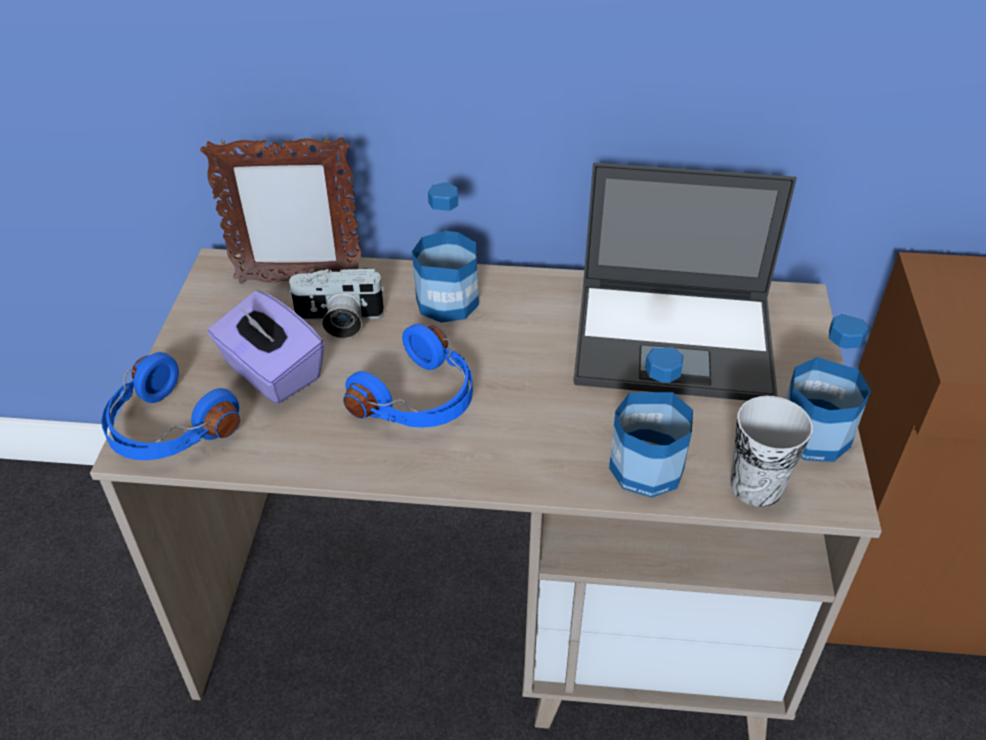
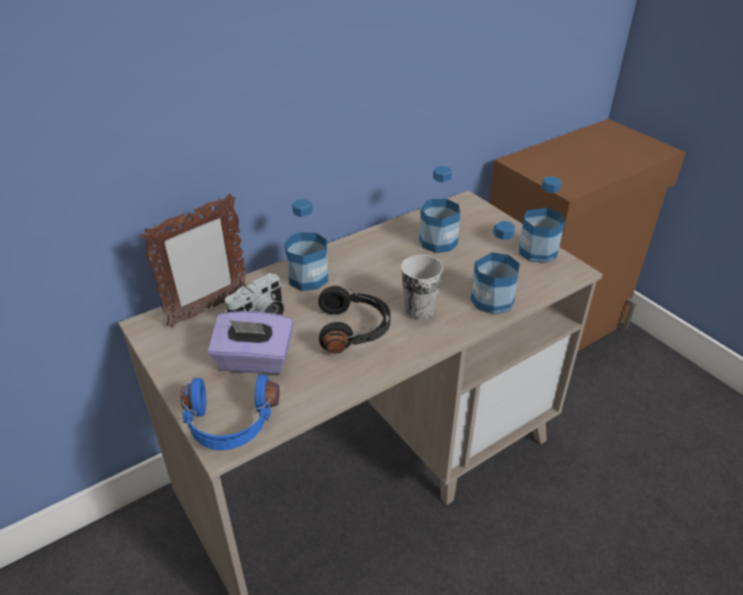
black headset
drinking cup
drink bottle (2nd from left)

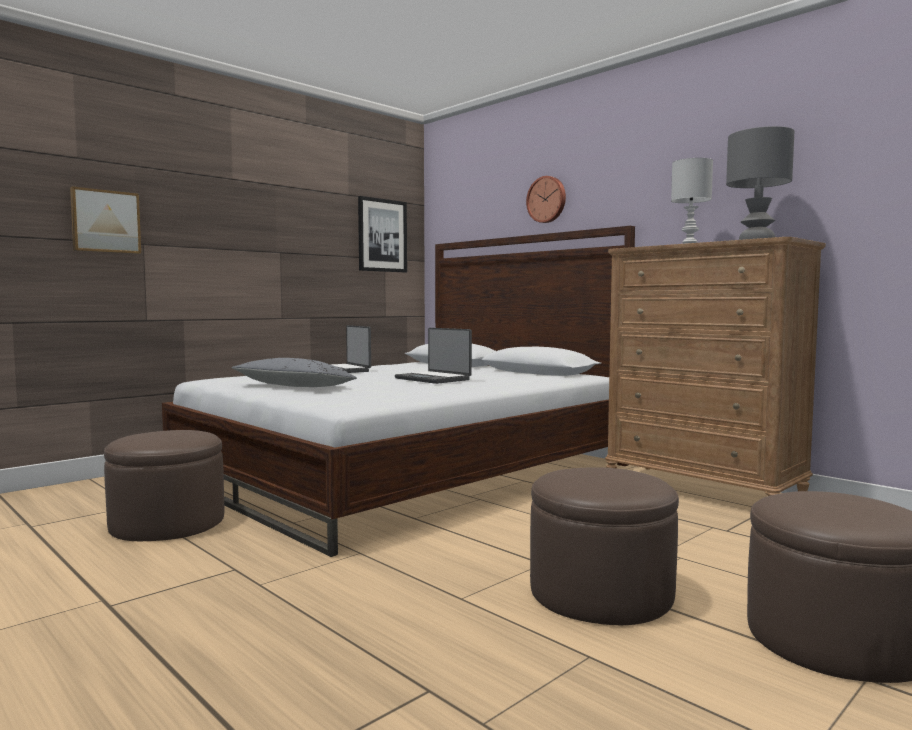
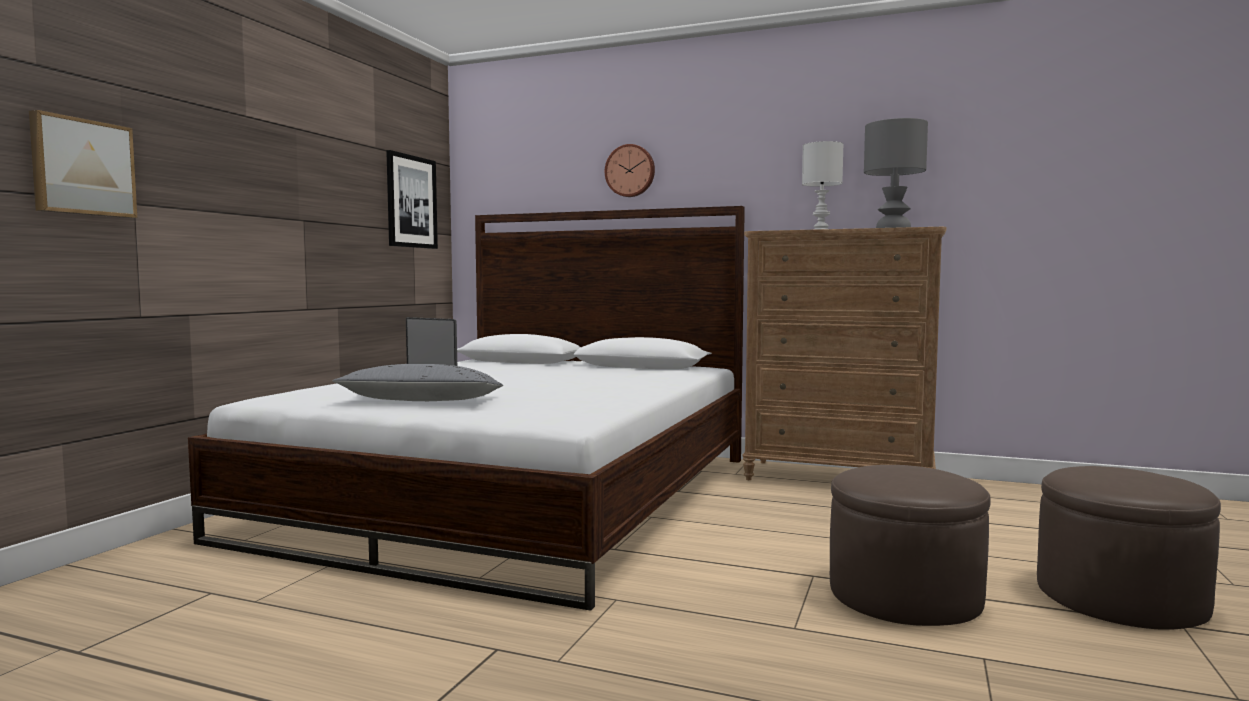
brownish pouffe (1st from left in the first image)
laptop (2nd from left in the first image)

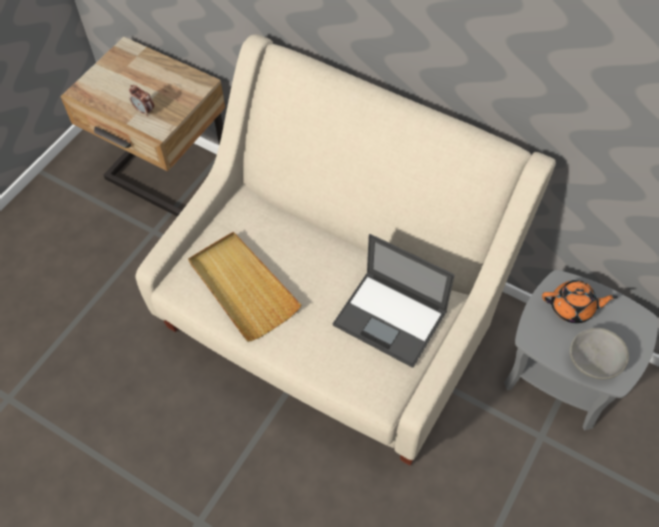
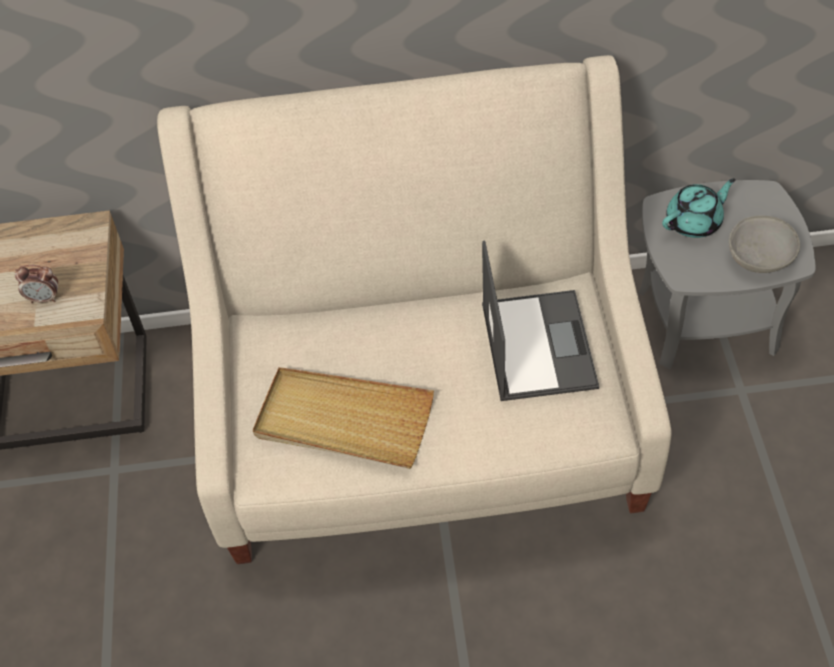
laptop
turquoise-coloured teapot

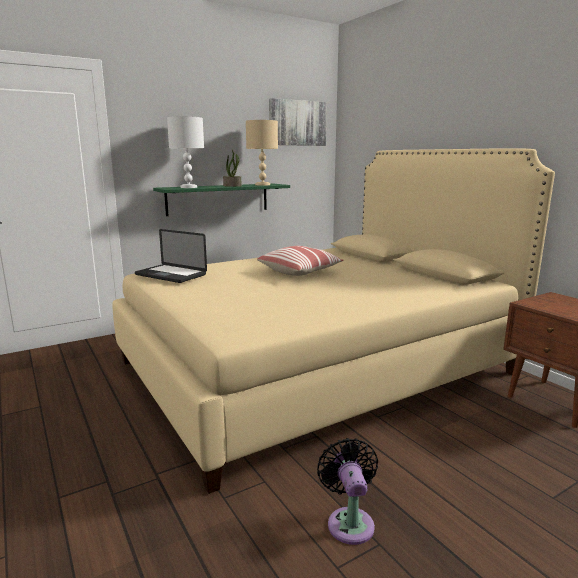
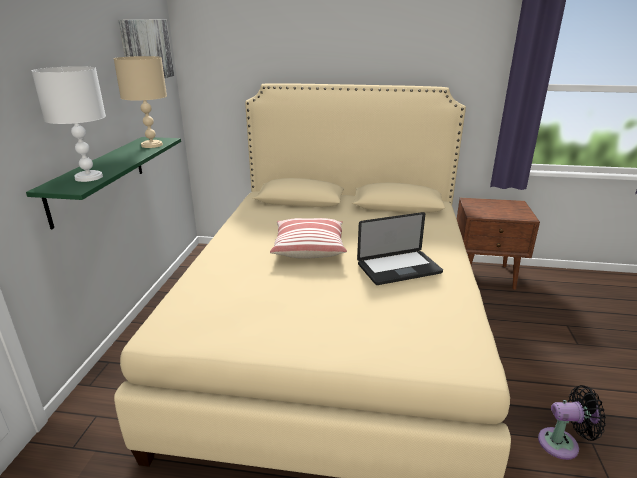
laptop
black electric fan
houseplant

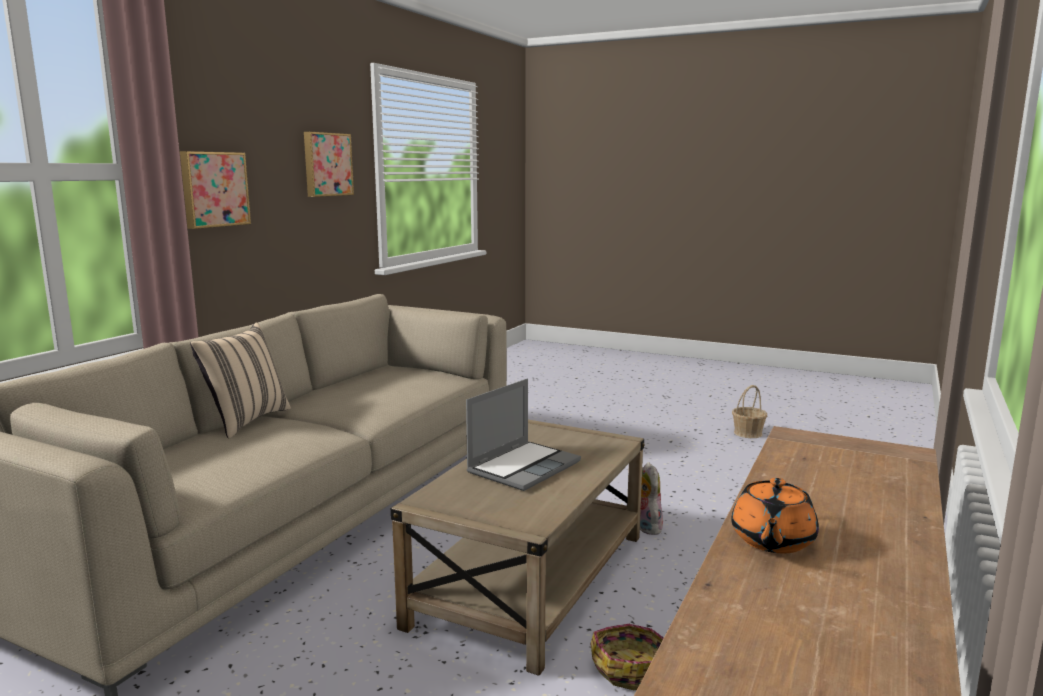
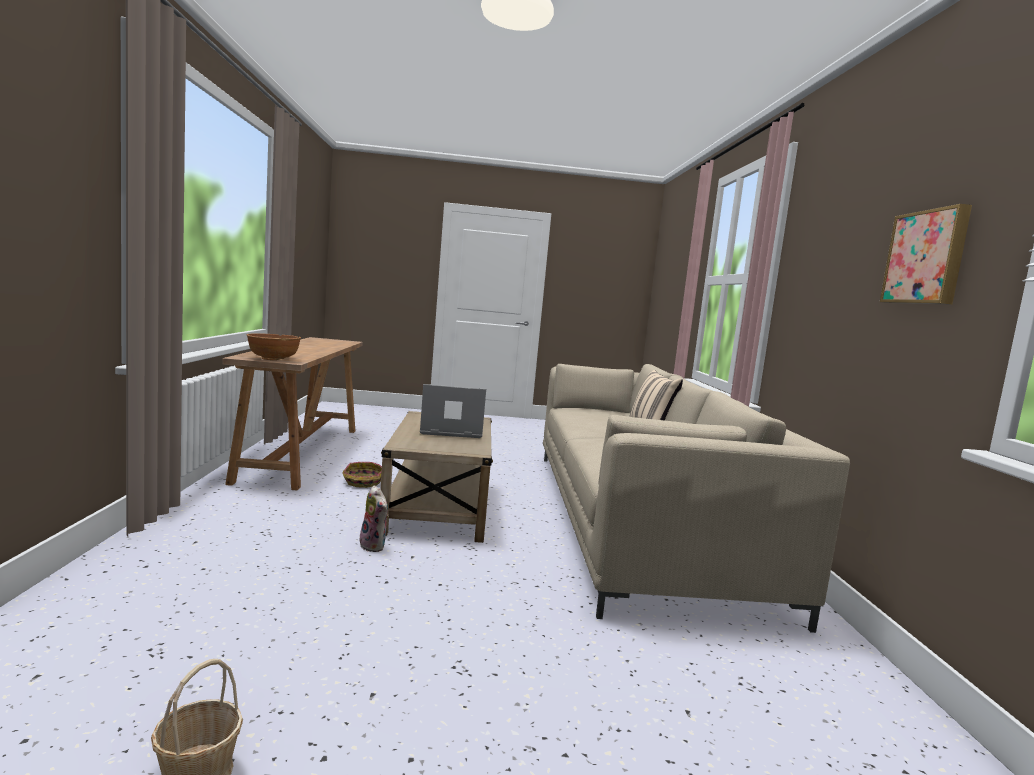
brownish deep dish
laptop
wall picture (1st from left in the first image)
orangey teapot

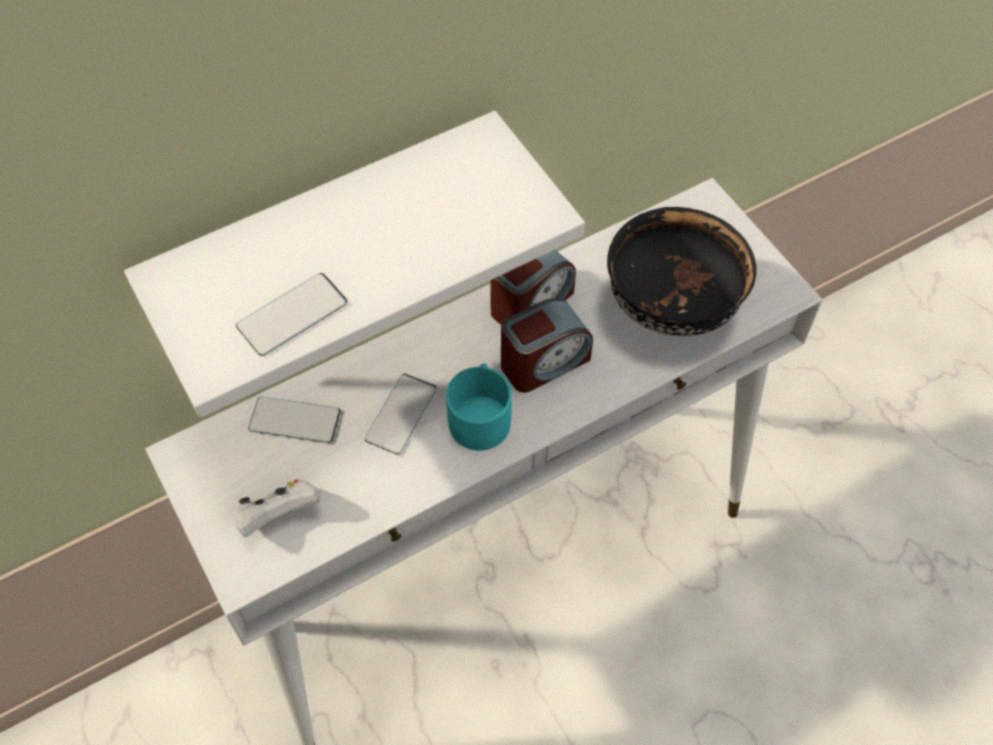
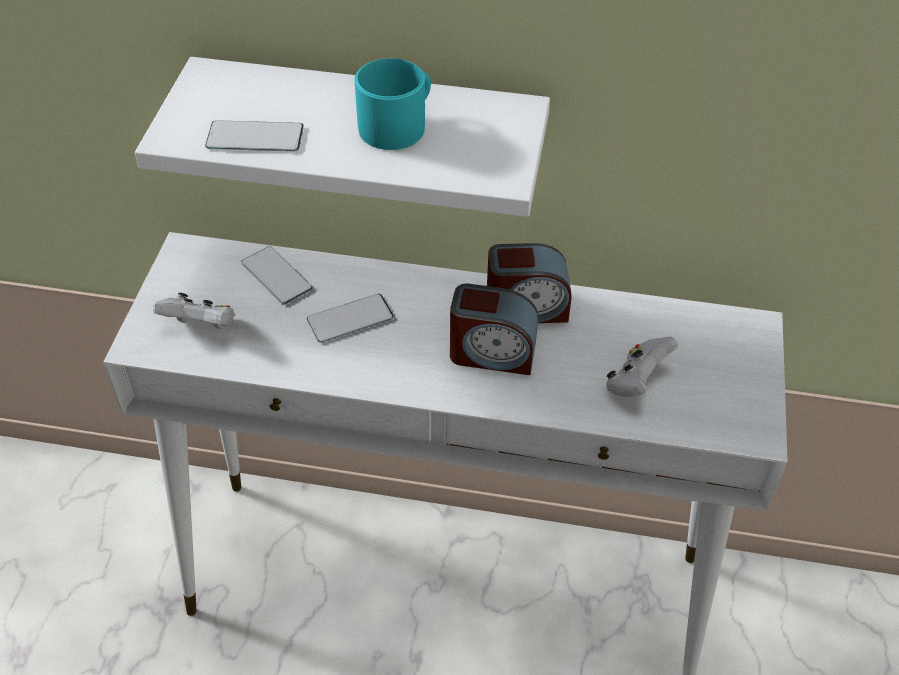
turquoise-coloured tea mug
white gamepad (2nd from left)

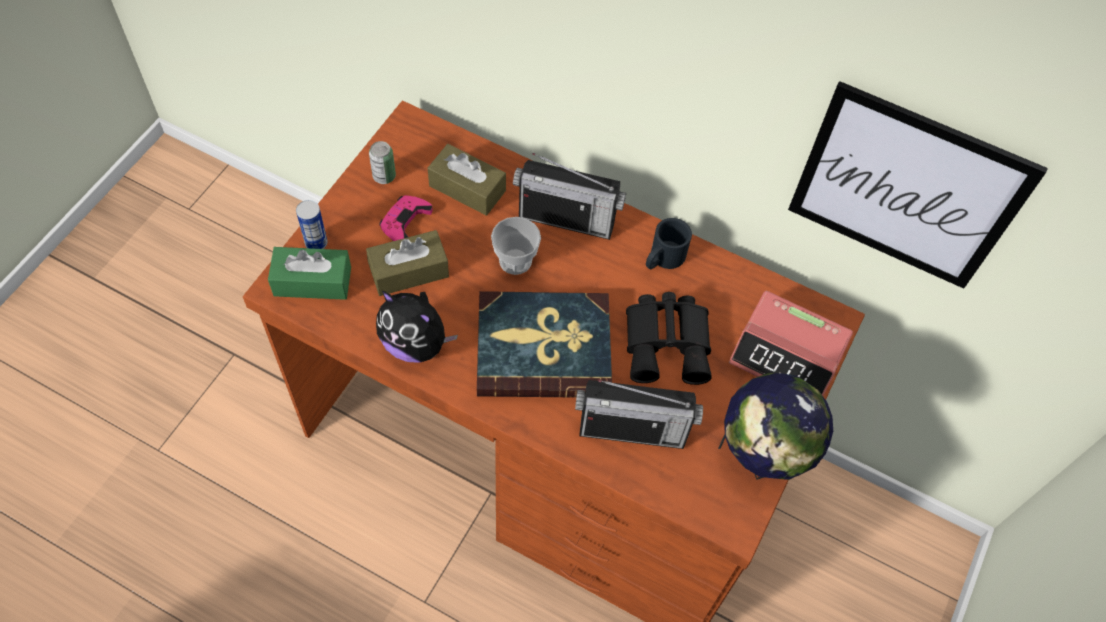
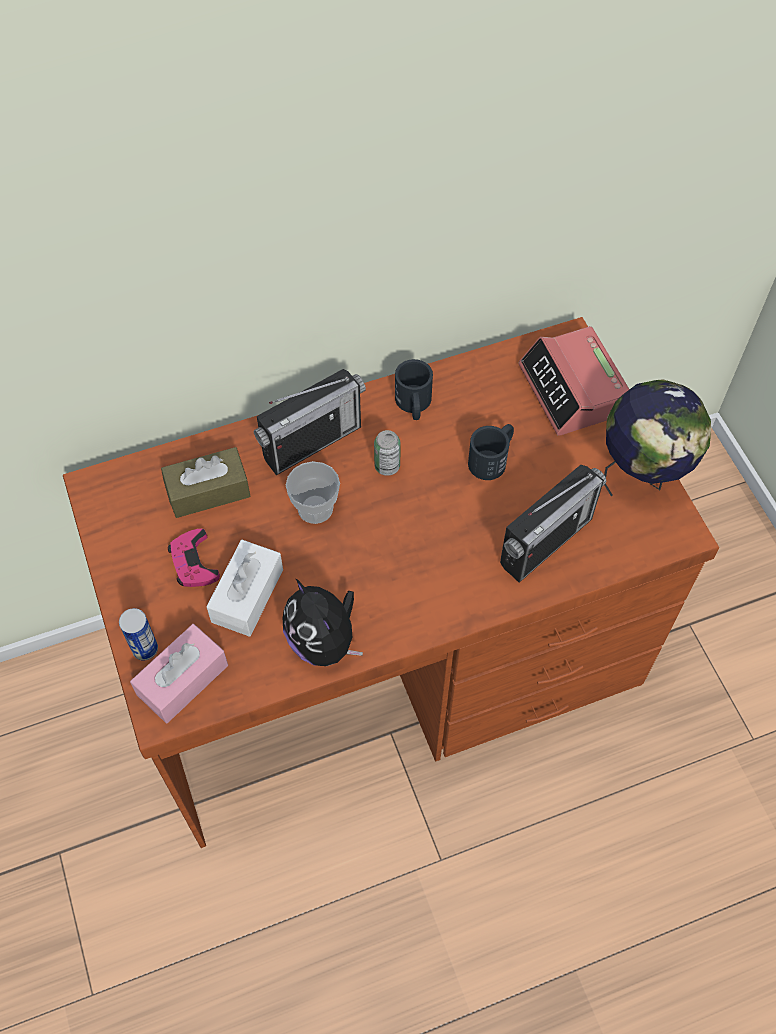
pink-coloured tissue holder
white tissue holder
plush toy
can (2nd from left)
black tea mug (2nd from left)
alarm clock
bound book
wall picture

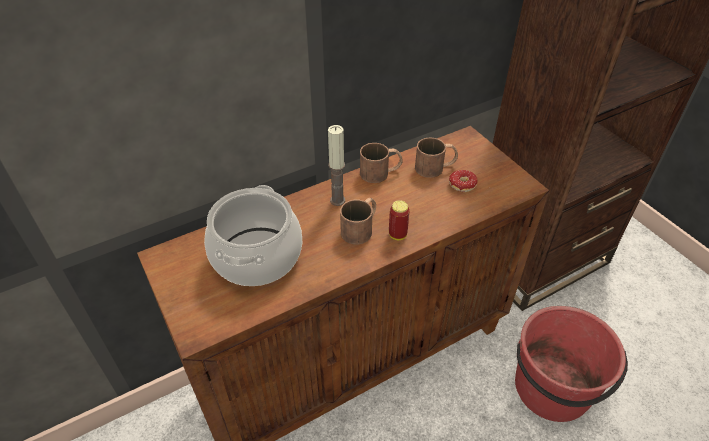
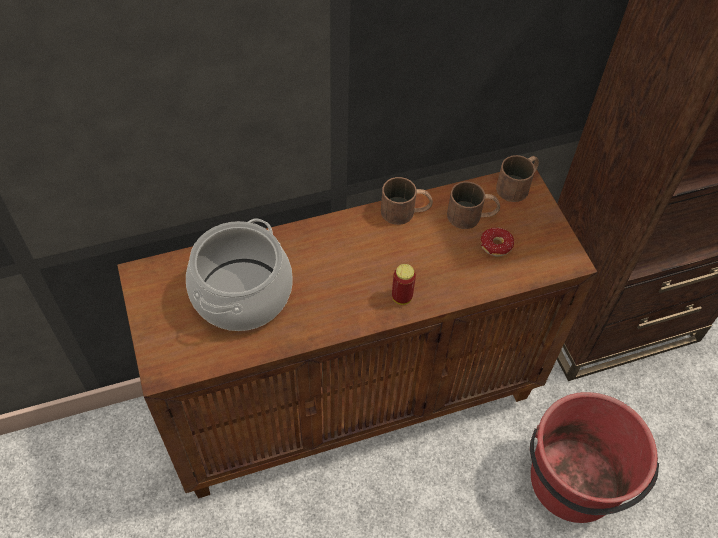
brownish tea mug (3rd from left)
wax light

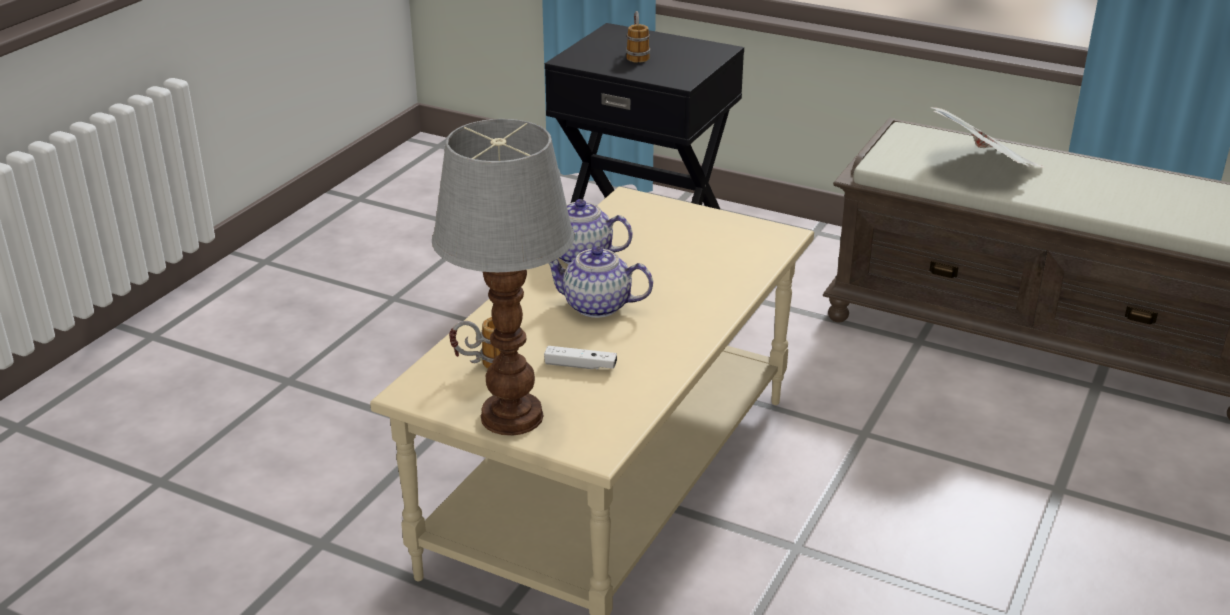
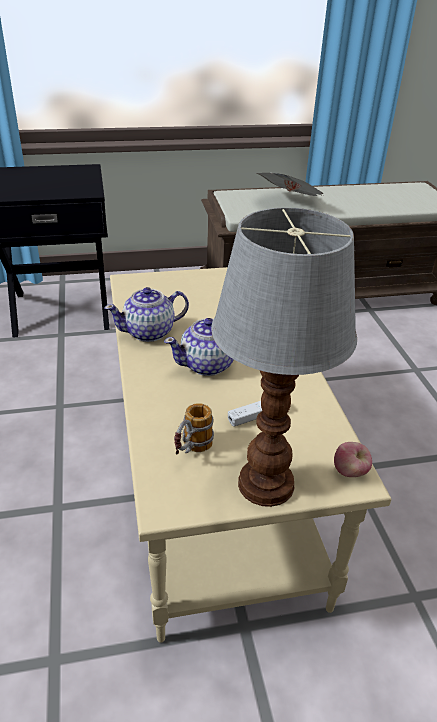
apple fruit
tea mug (2nd from left in the first image)

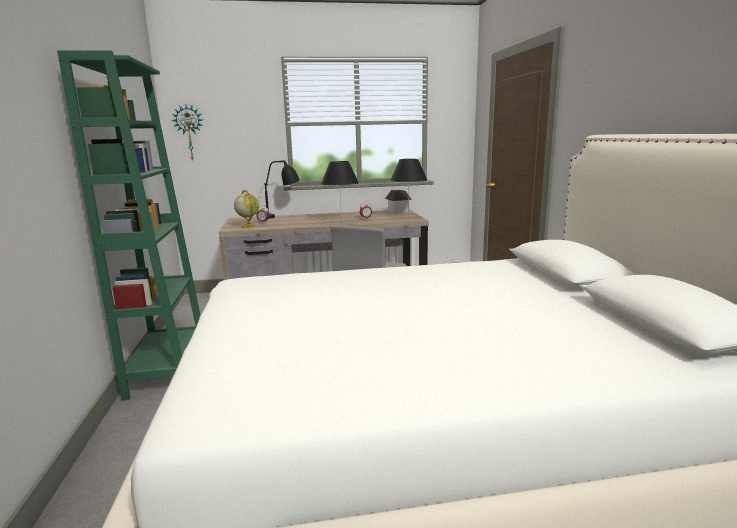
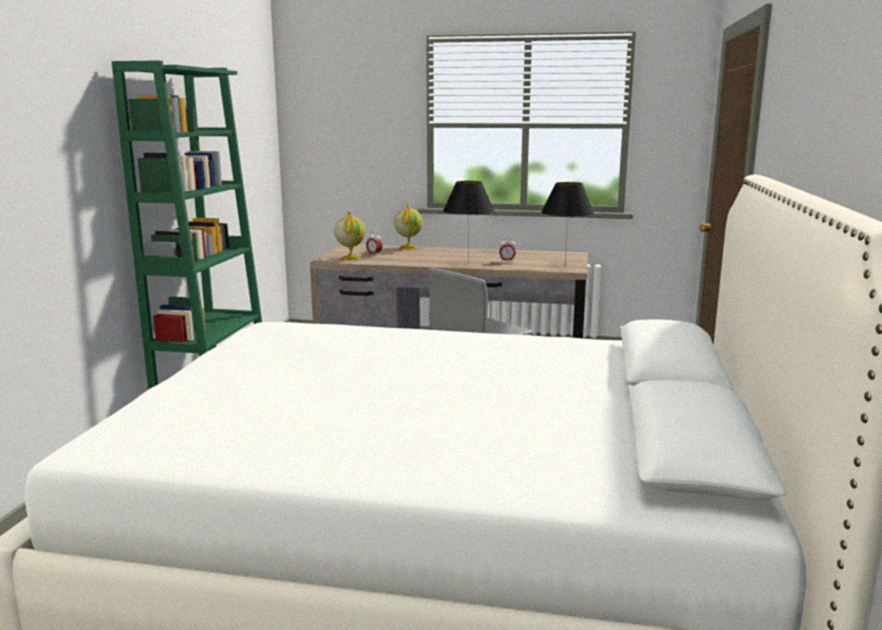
world globe (2nd from left)
hanging clock
model house

